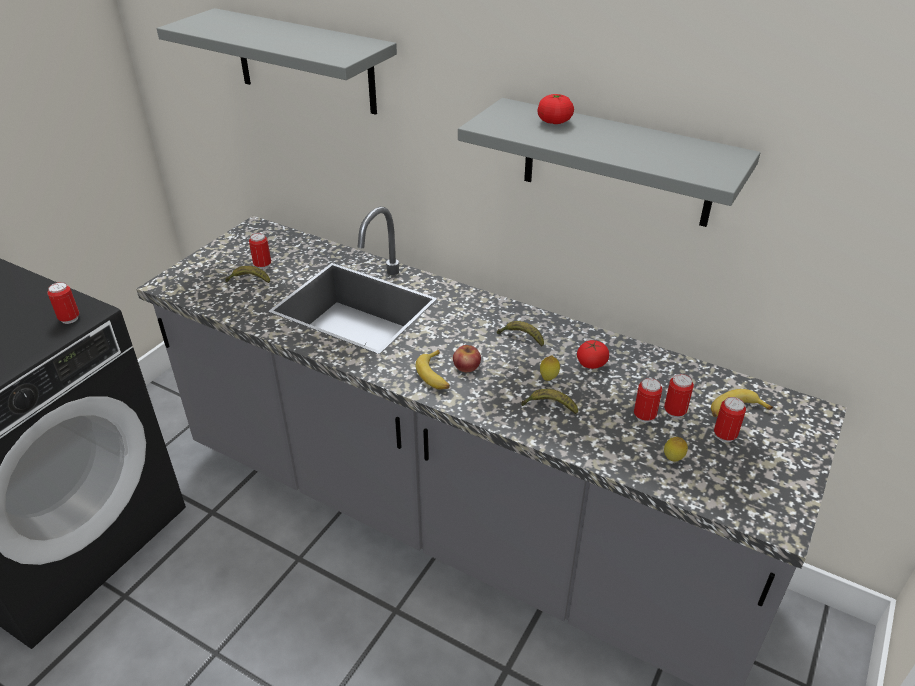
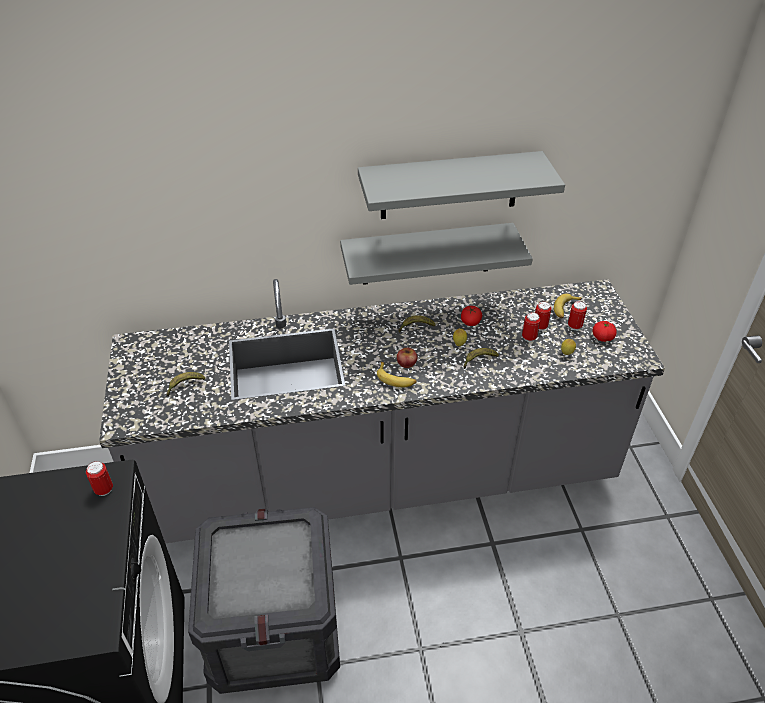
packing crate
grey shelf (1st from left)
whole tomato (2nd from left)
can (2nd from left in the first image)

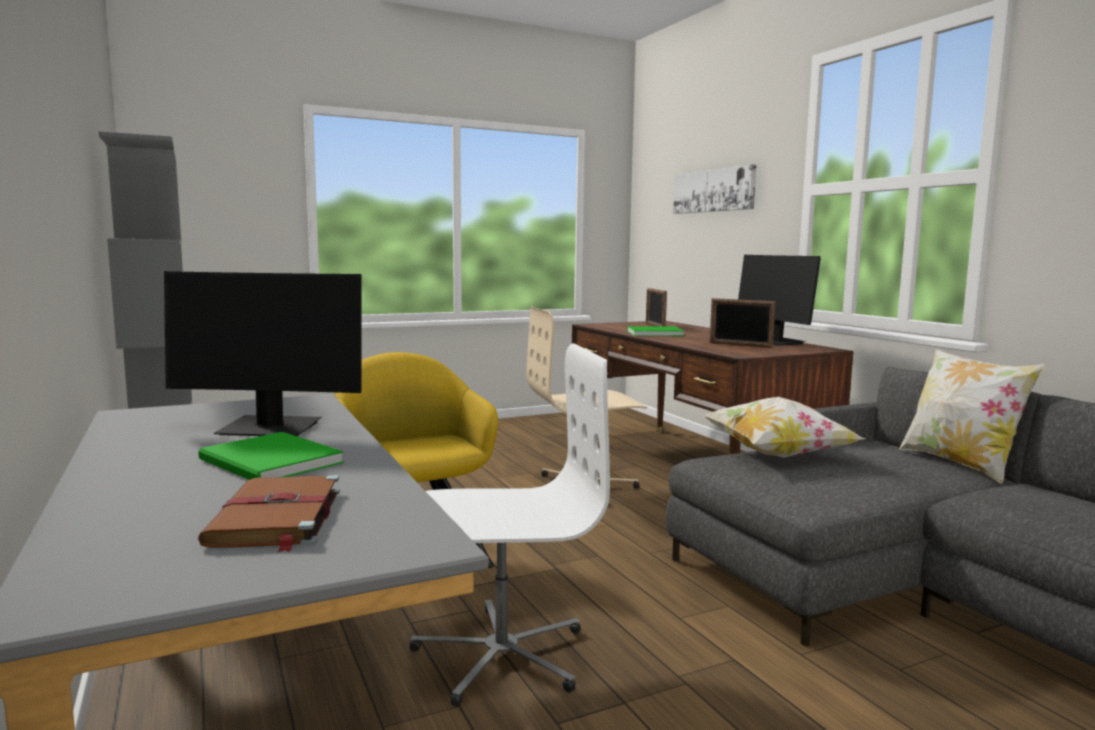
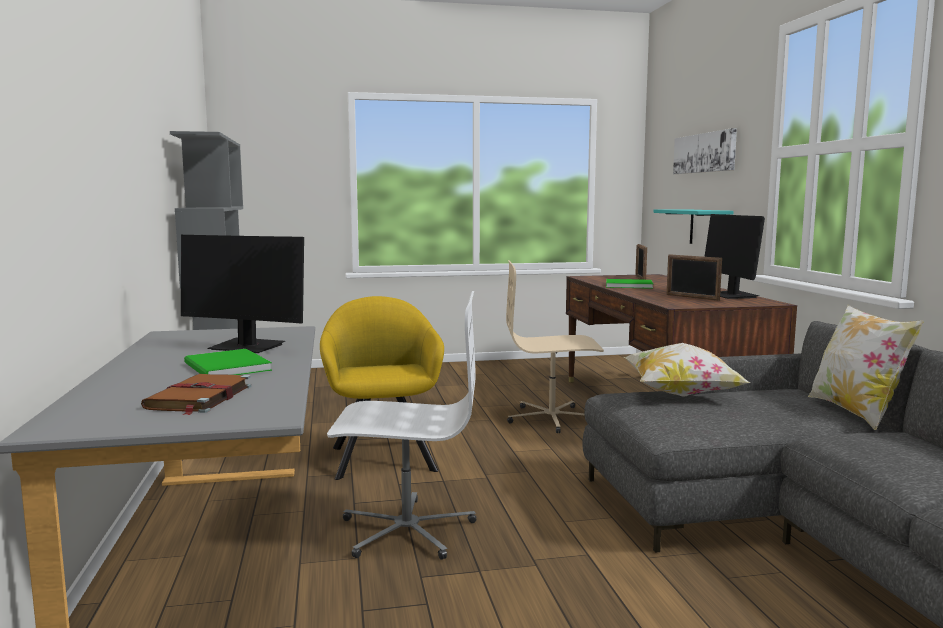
turquoise-coloured shelf

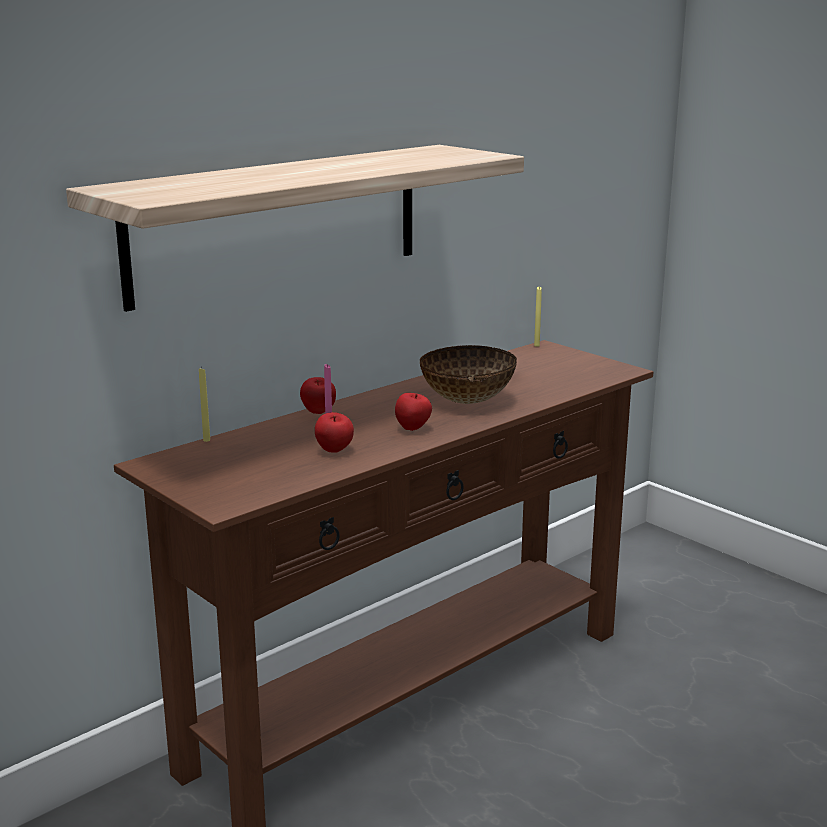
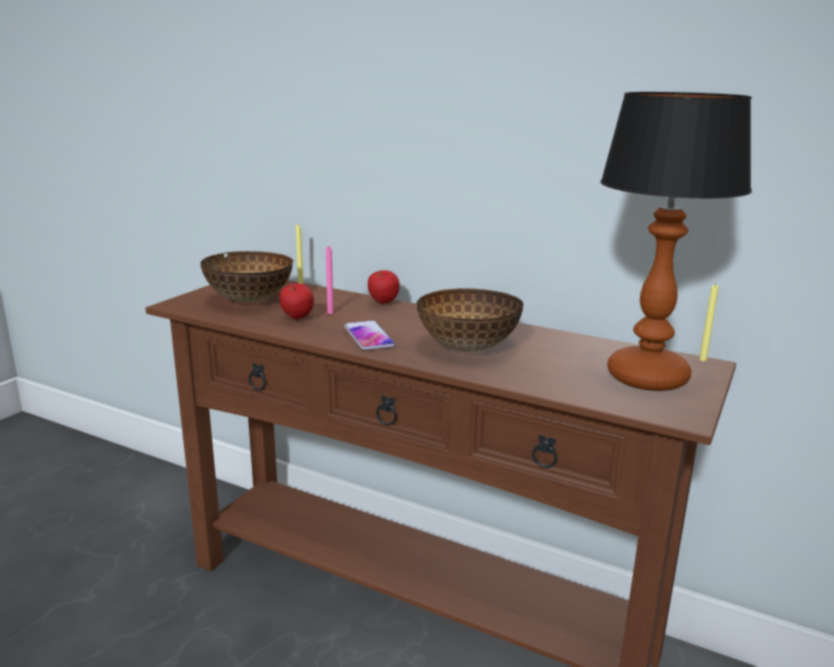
deep dish (1st from left)
telephone
tabletop lamp
shelf

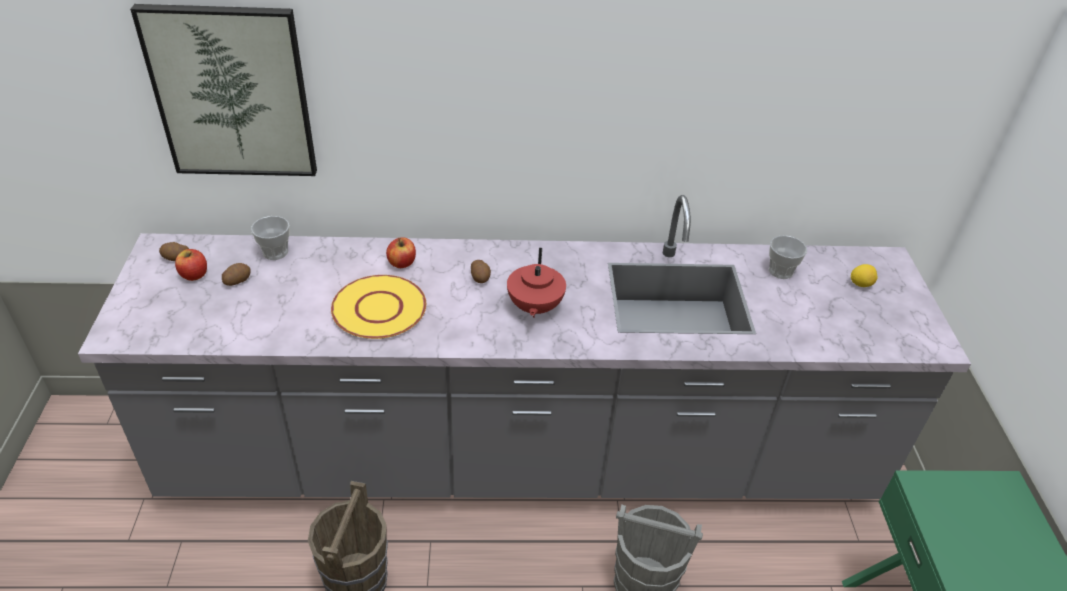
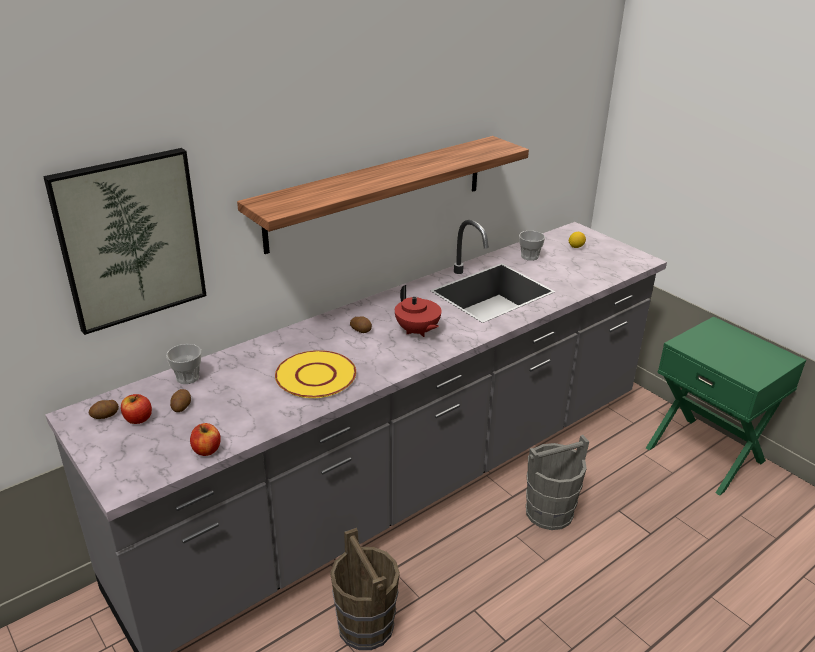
apple fruit (2nd from left)
shelf

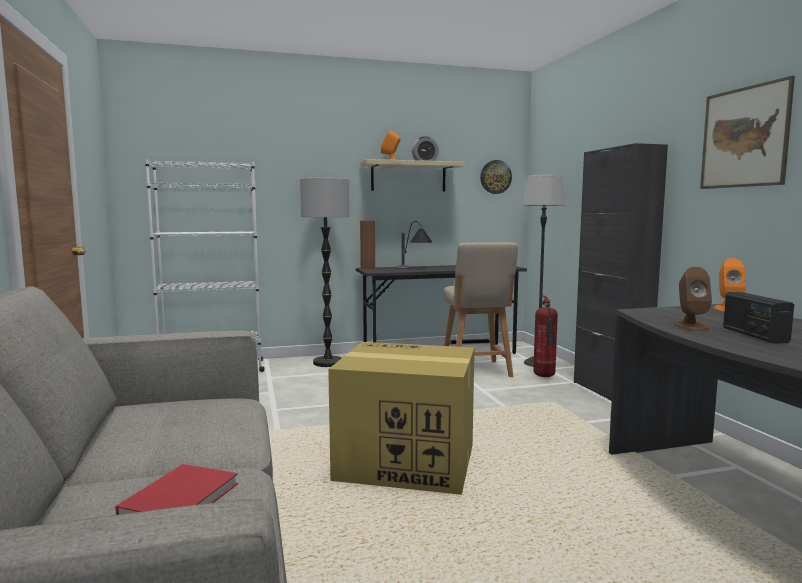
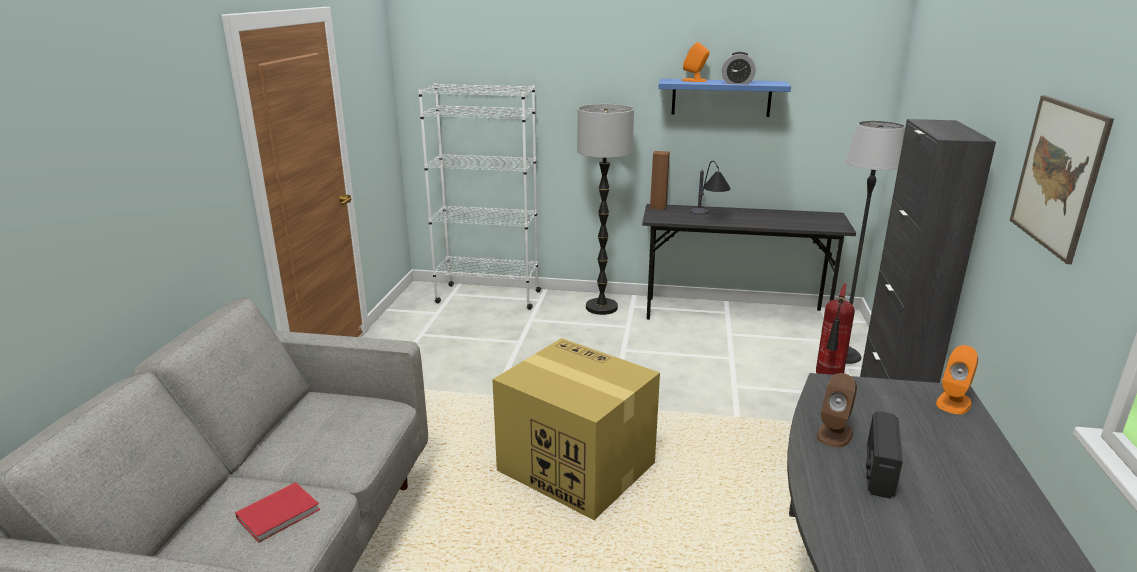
blue shelf
beige-coloured chair
hanging clock

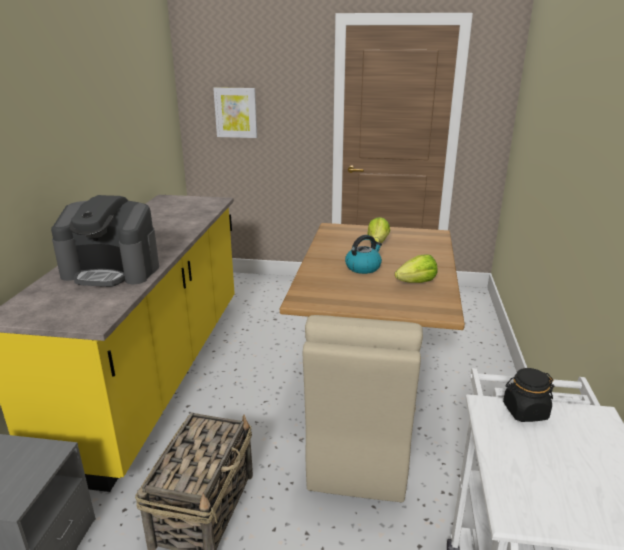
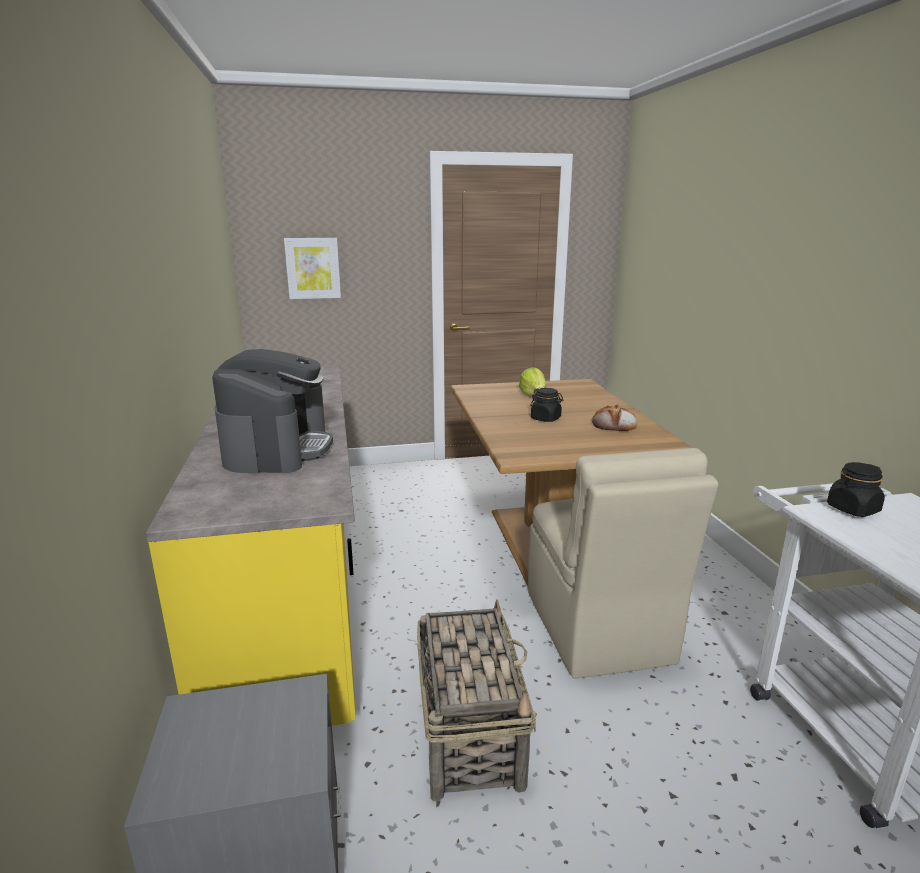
coffee maker
black storage jar (1st from left)
baked bread

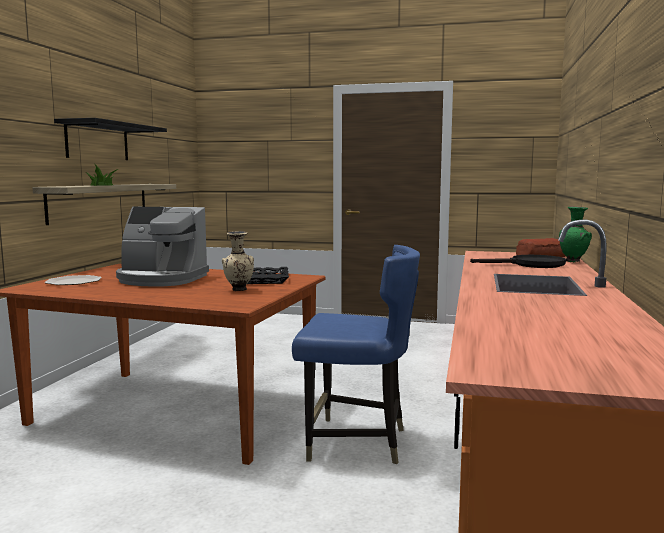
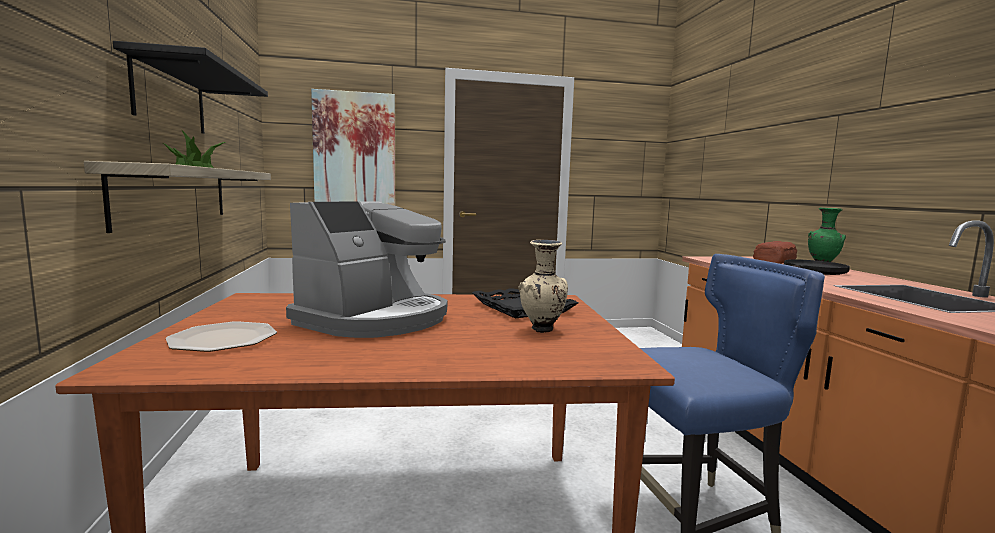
coffee maker
wall picture

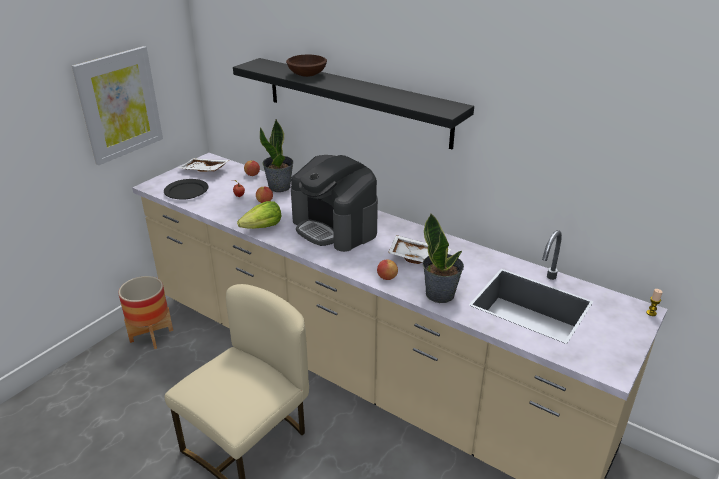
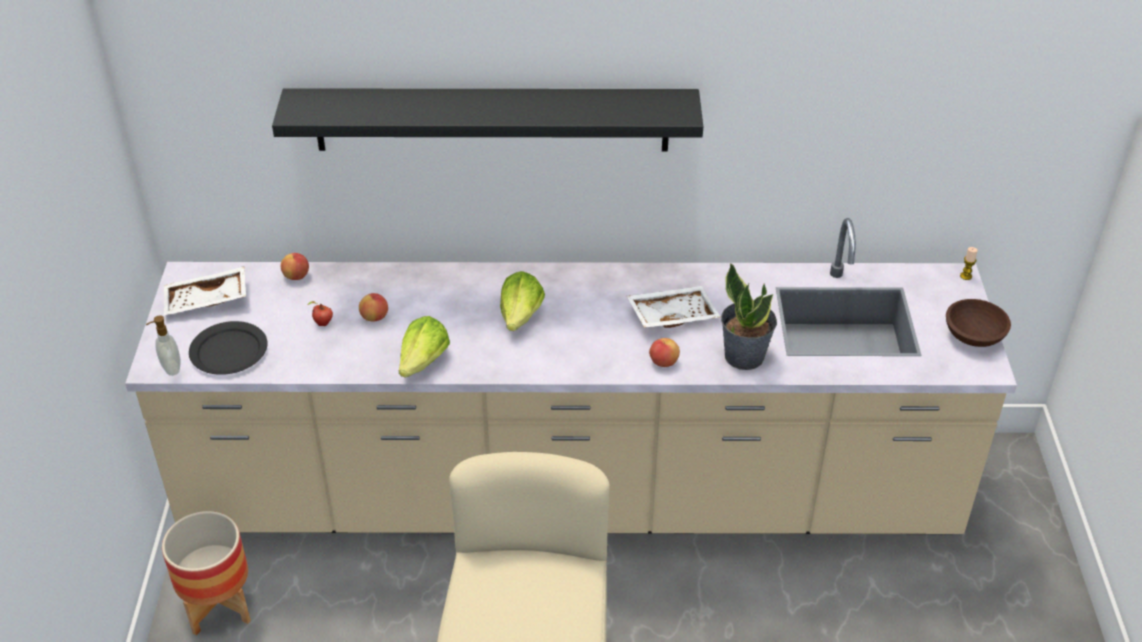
liquid soap bottle
head of lettuce (2nd from left)
brownish deep dish
wall picture
houseplant (1st from left in the first image)

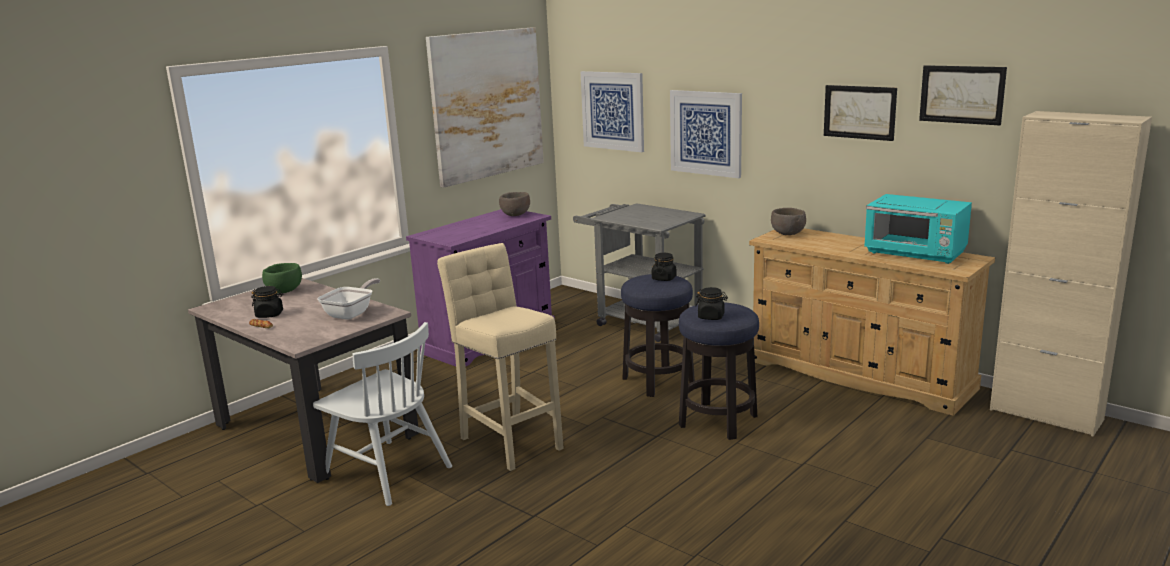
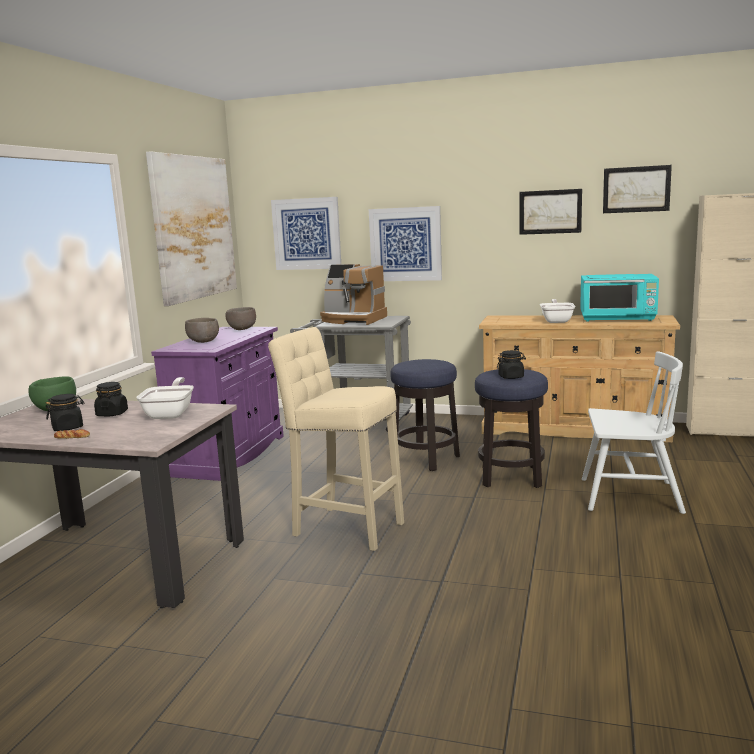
black storage jar (2nd from left)
brownish deep dish (1st from left)
coffee maker
pan (2nd from left)
white chair

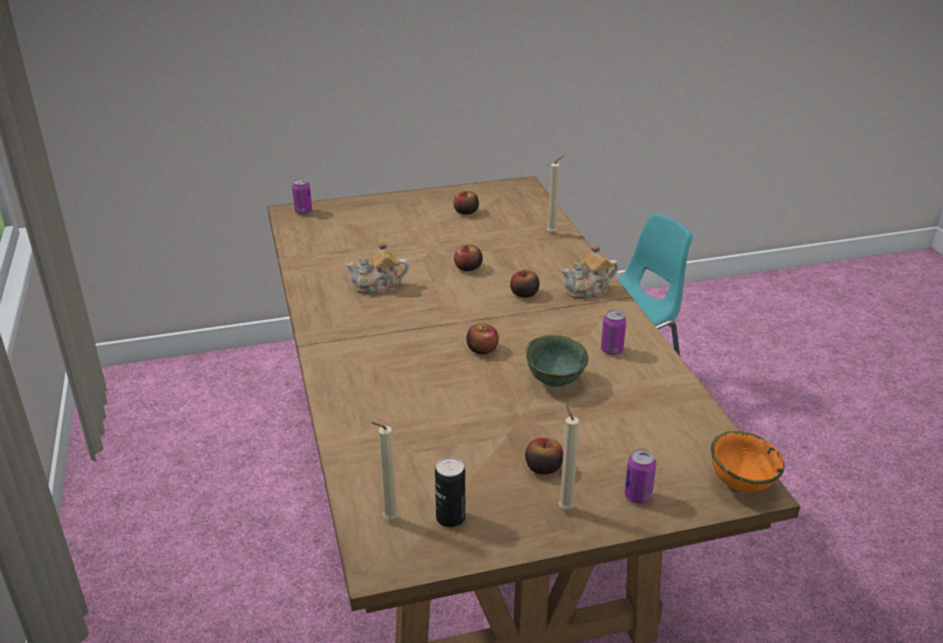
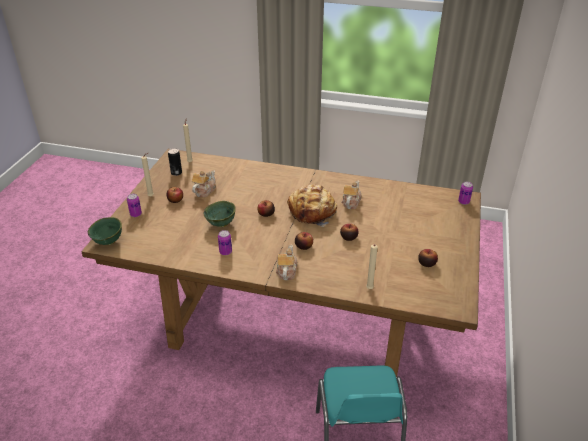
green deep dish (1st from left)
teapot (1st from left)
baked bread

